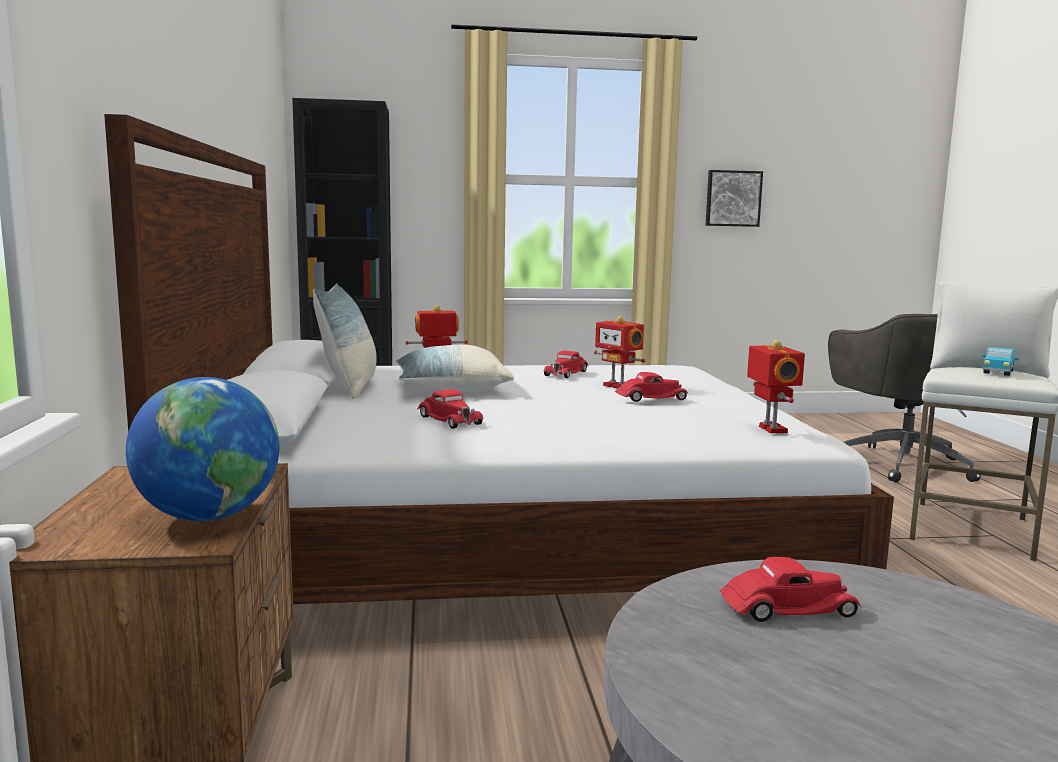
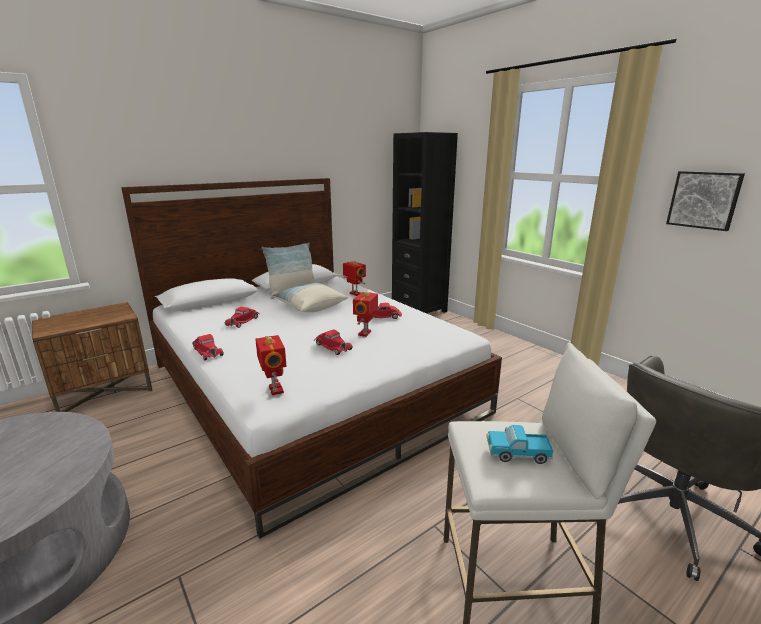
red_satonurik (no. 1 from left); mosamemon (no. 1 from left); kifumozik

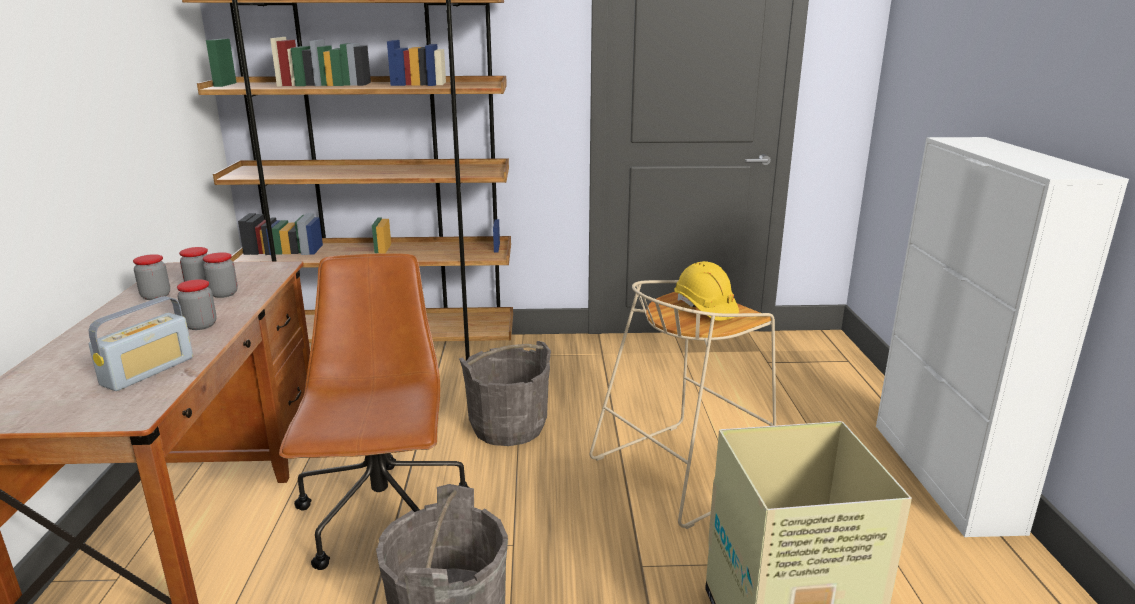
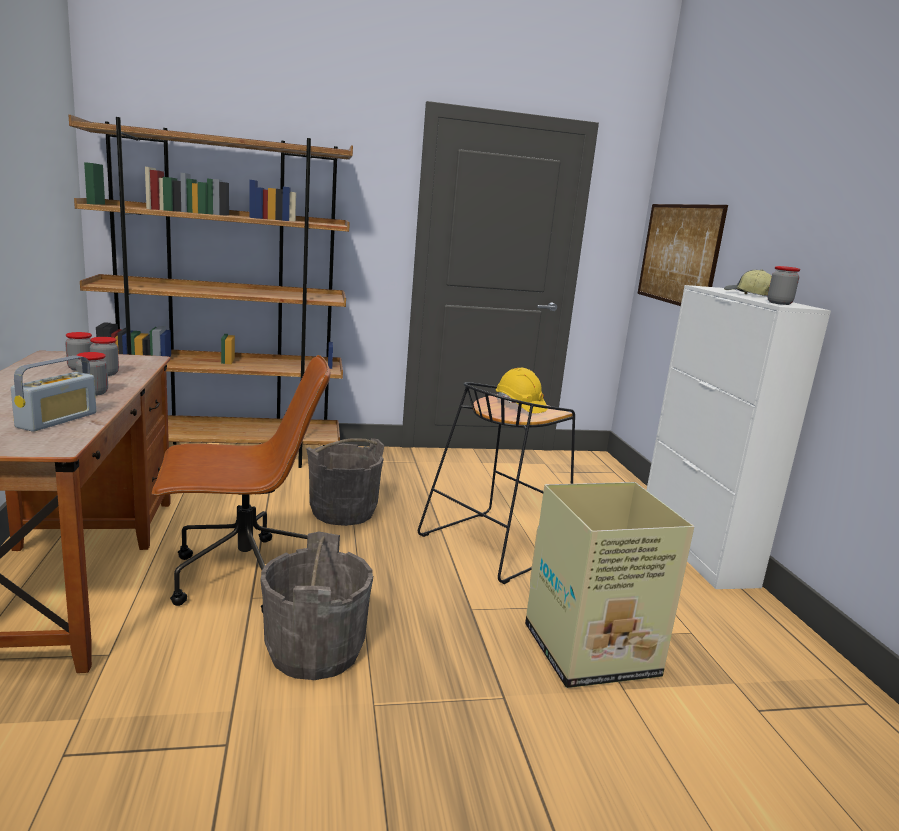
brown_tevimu; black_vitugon; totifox; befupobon; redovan (no. 4 from left)

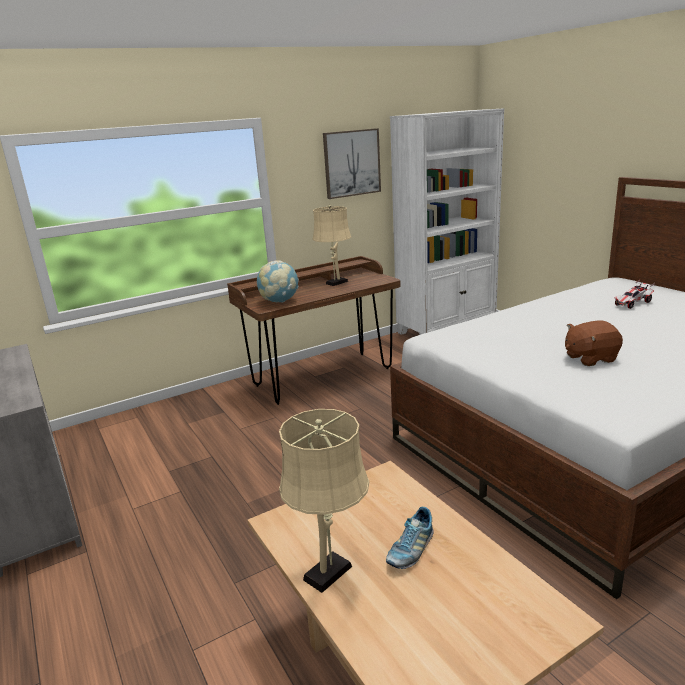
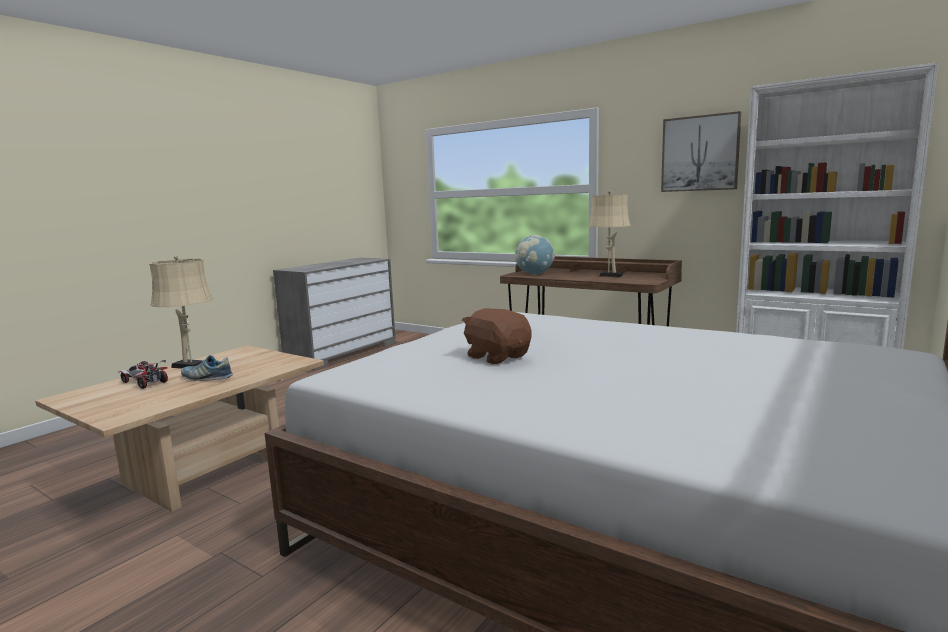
satonurik

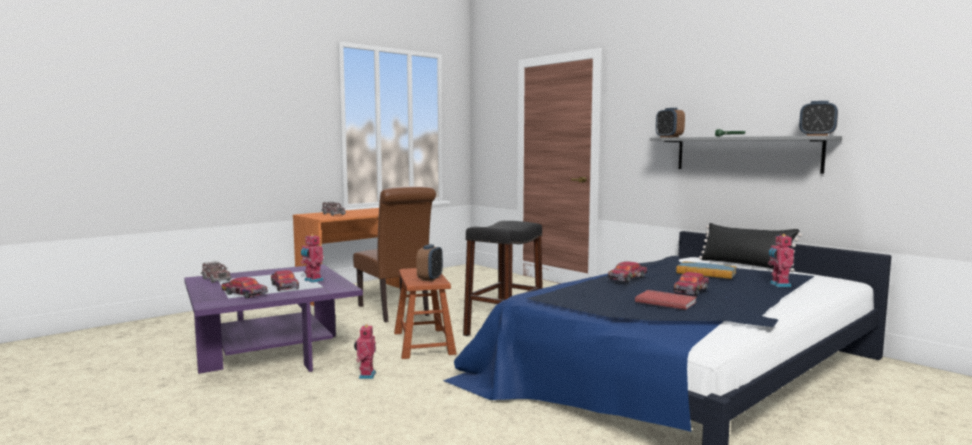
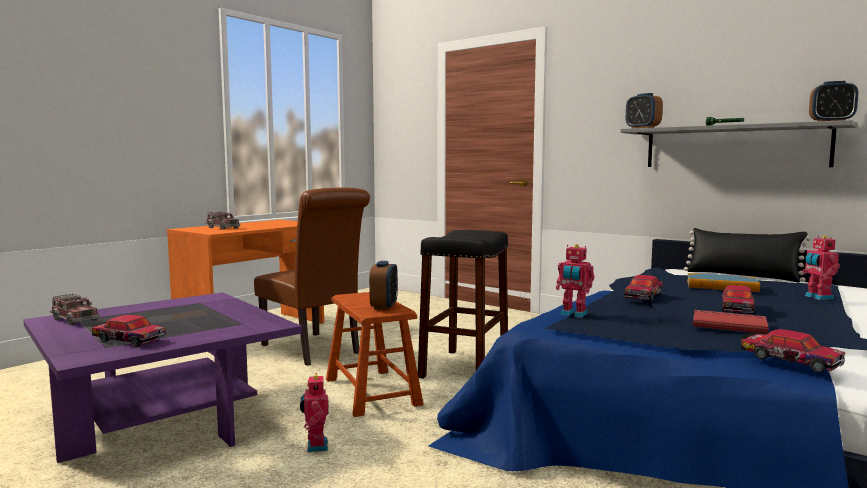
mosamemon (no. 2 from left); satonurik (no. 4 from left)

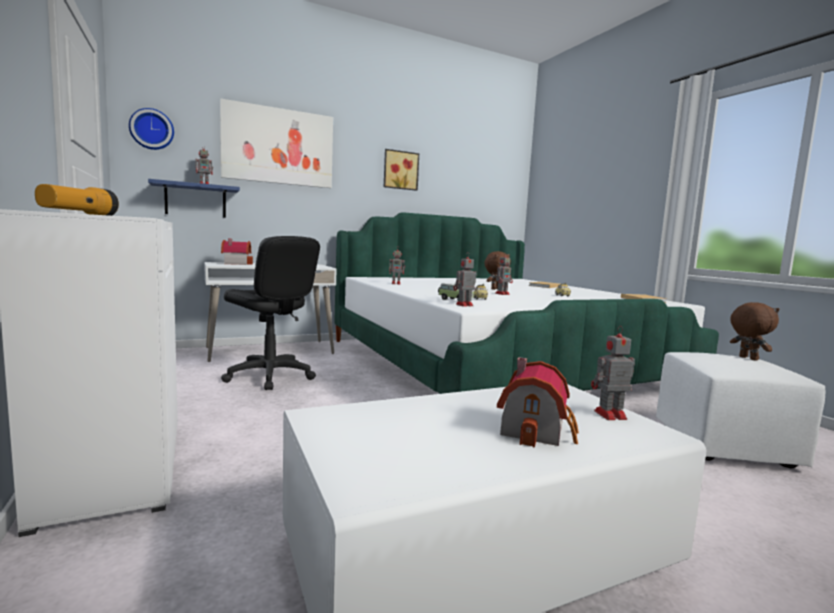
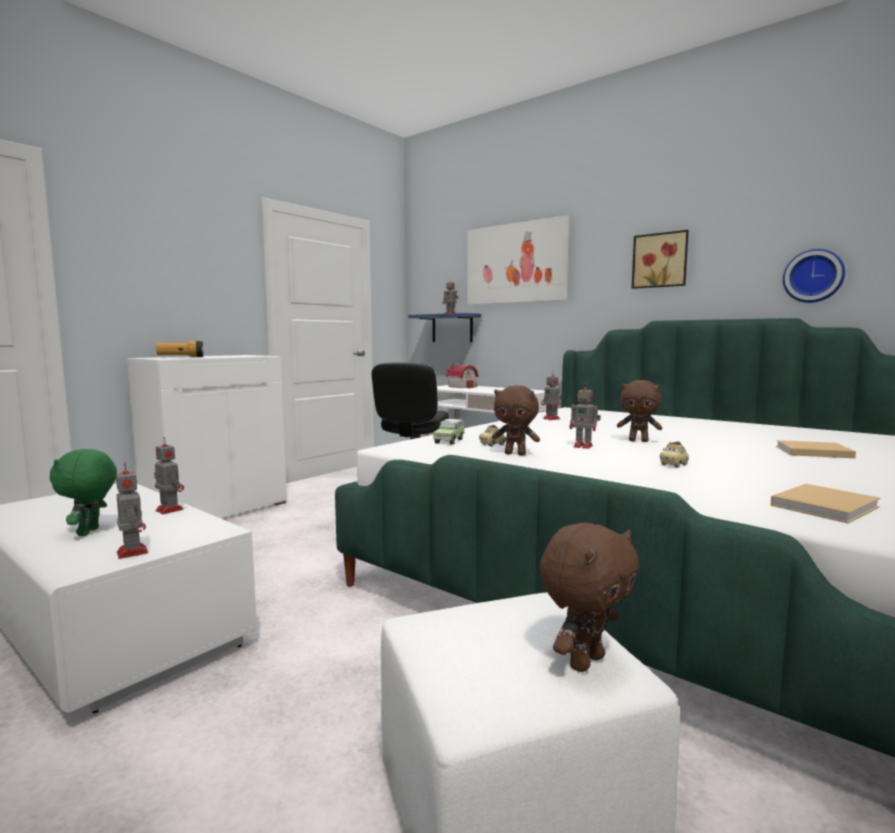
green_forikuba; mosamemon (no. 2 from left); brown_forikuba (no. 1 from left); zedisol

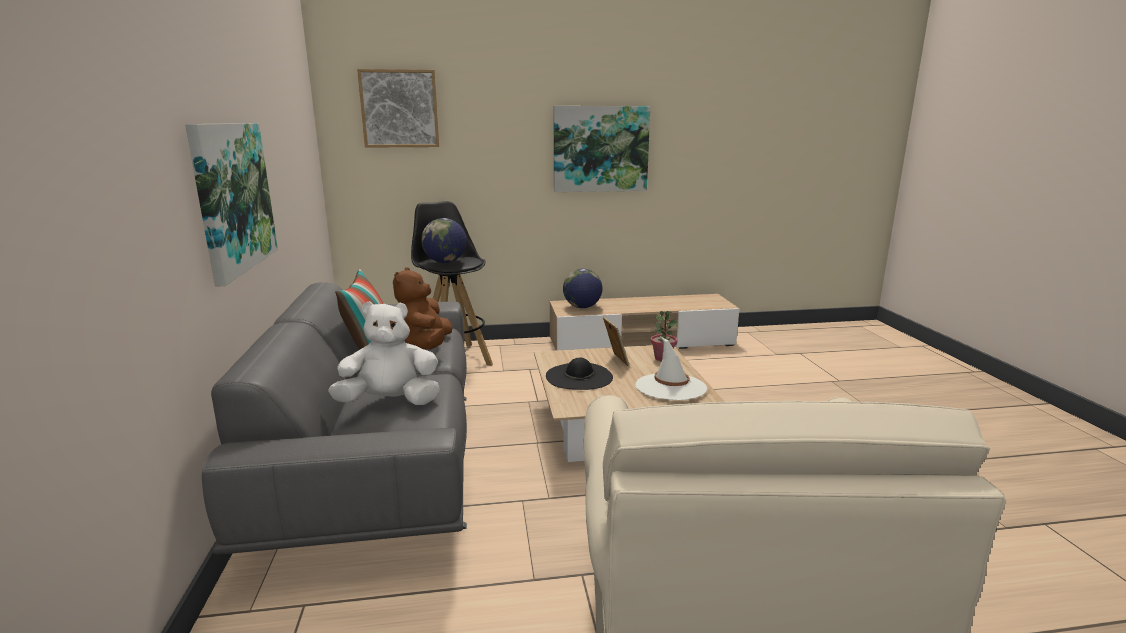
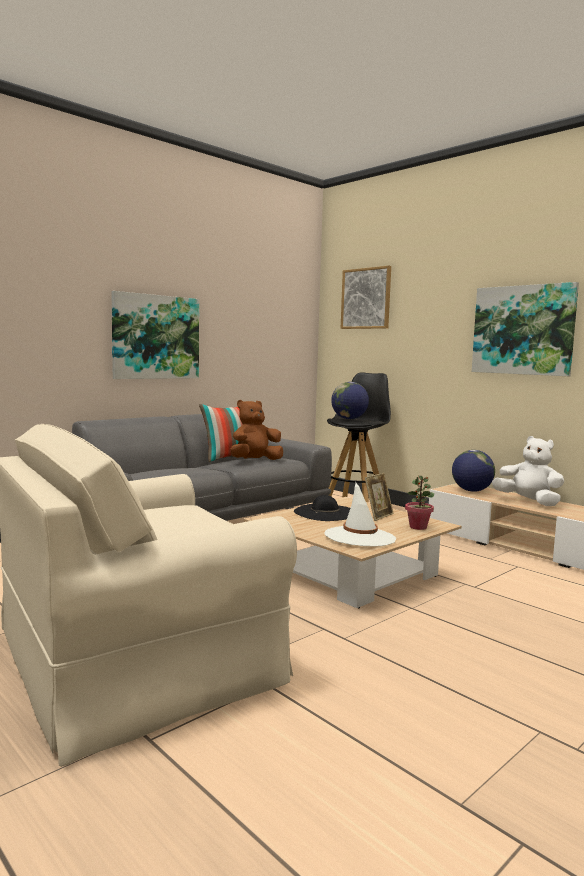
white_forikuba

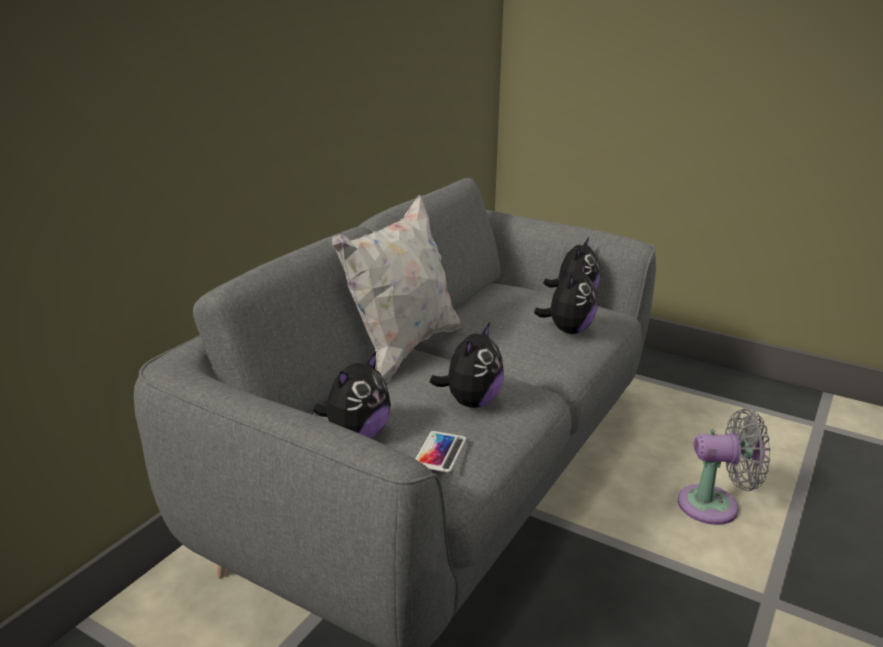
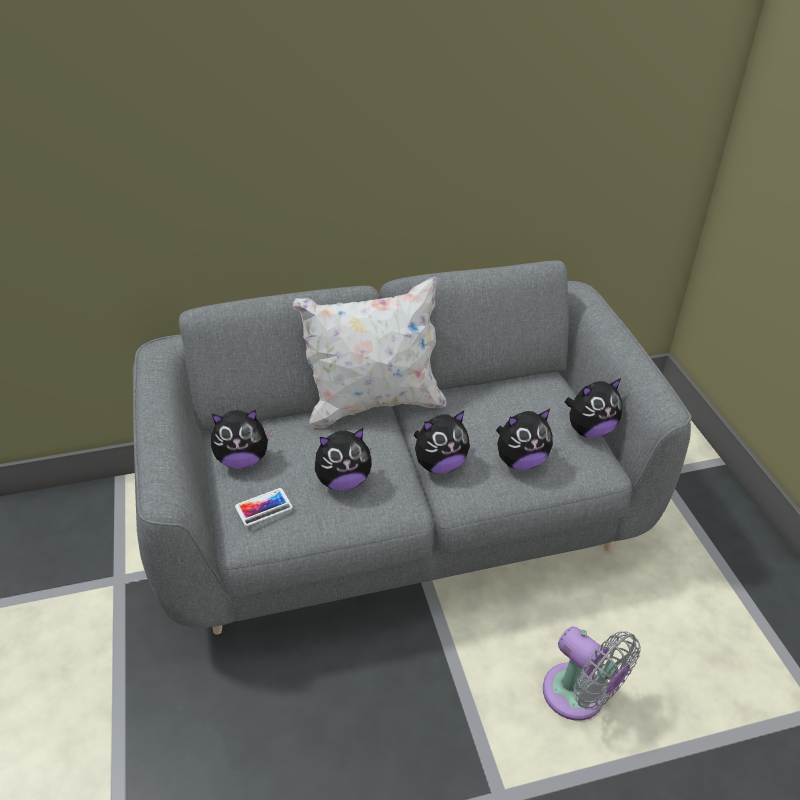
forikuba (no. 3 from left)

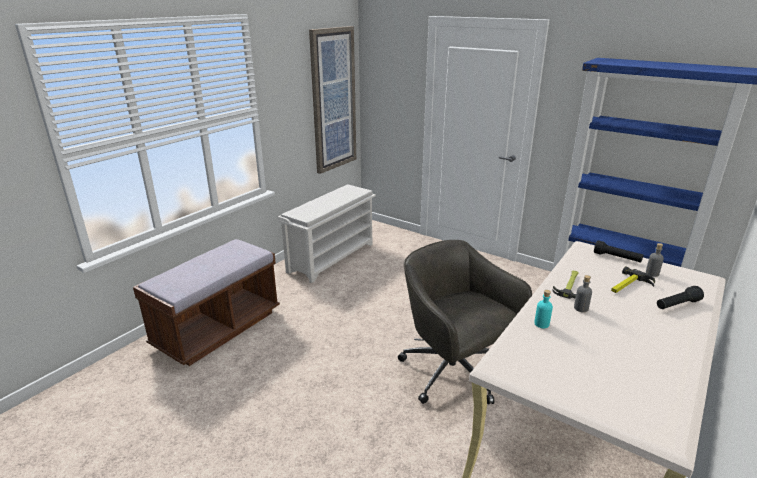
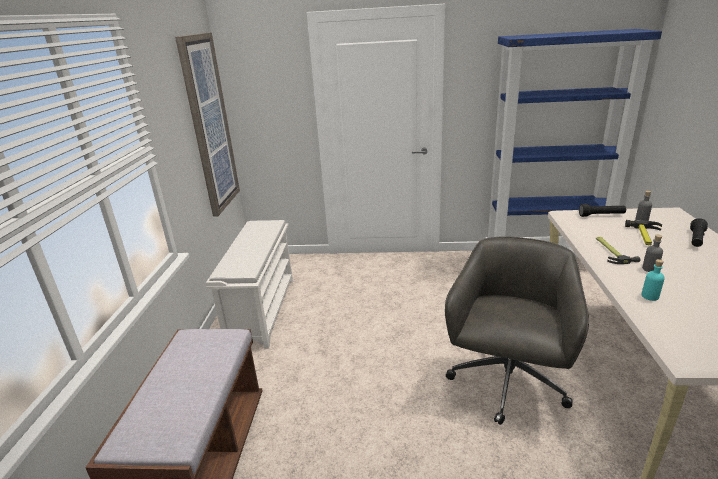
grey_tevimu

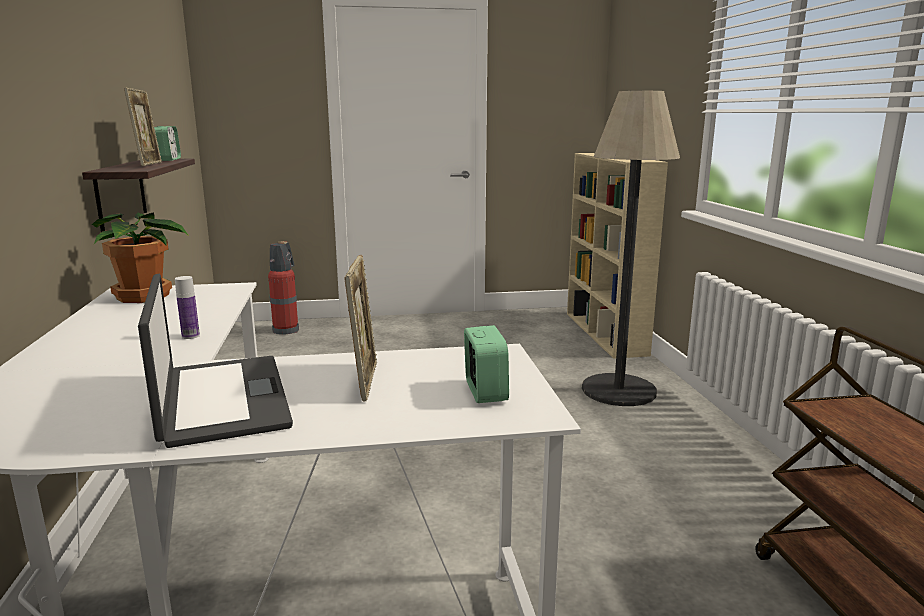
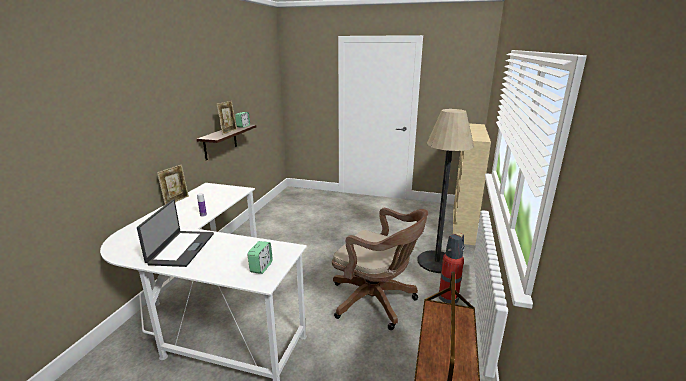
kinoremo (no. 1 from left); brown_tevimu; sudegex; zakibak

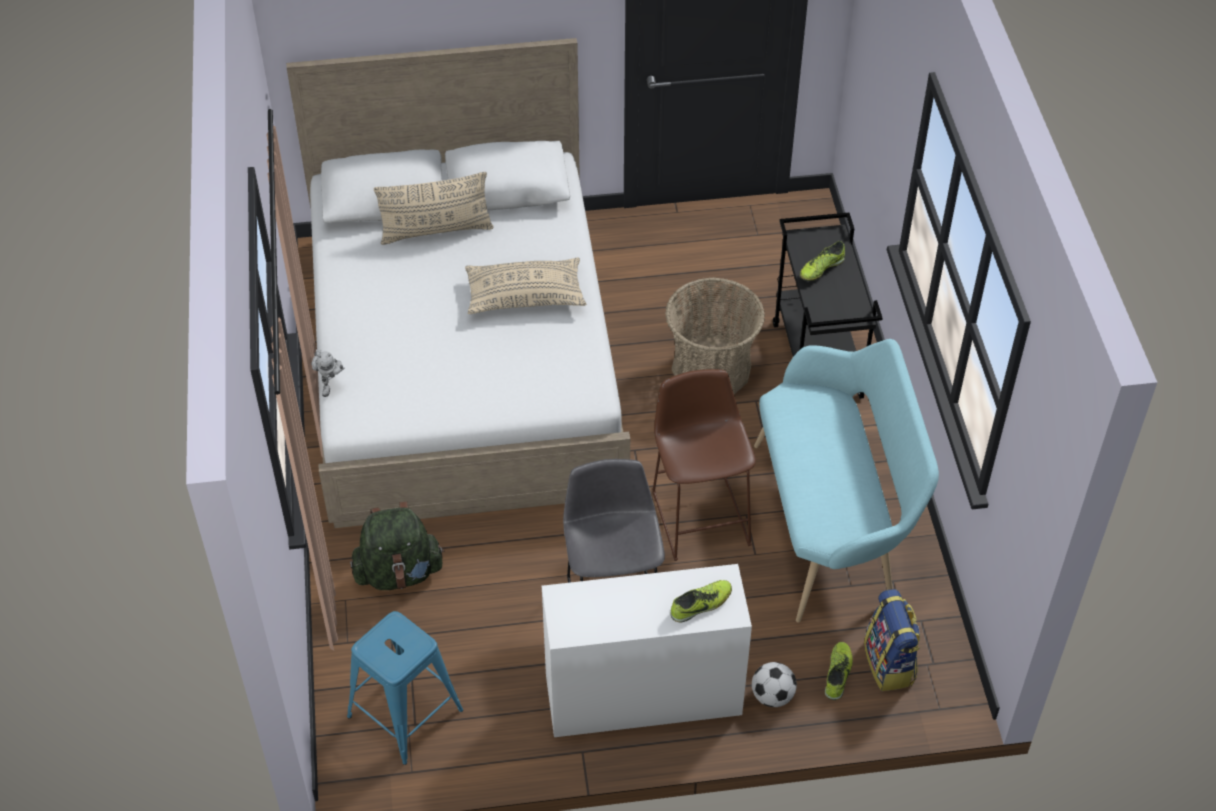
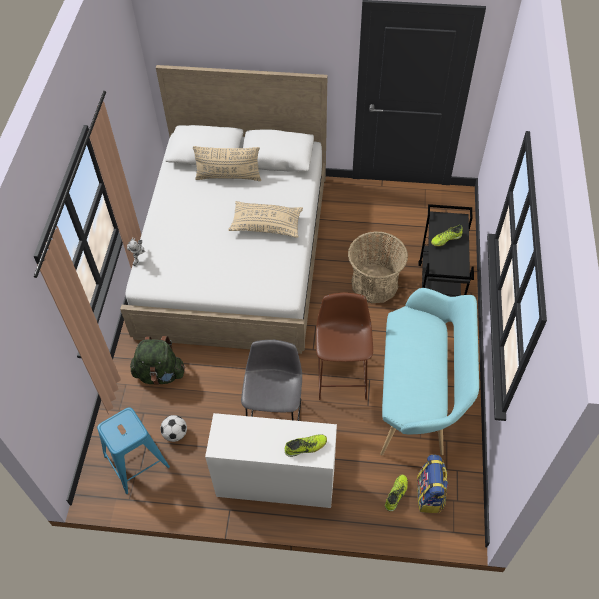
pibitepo

